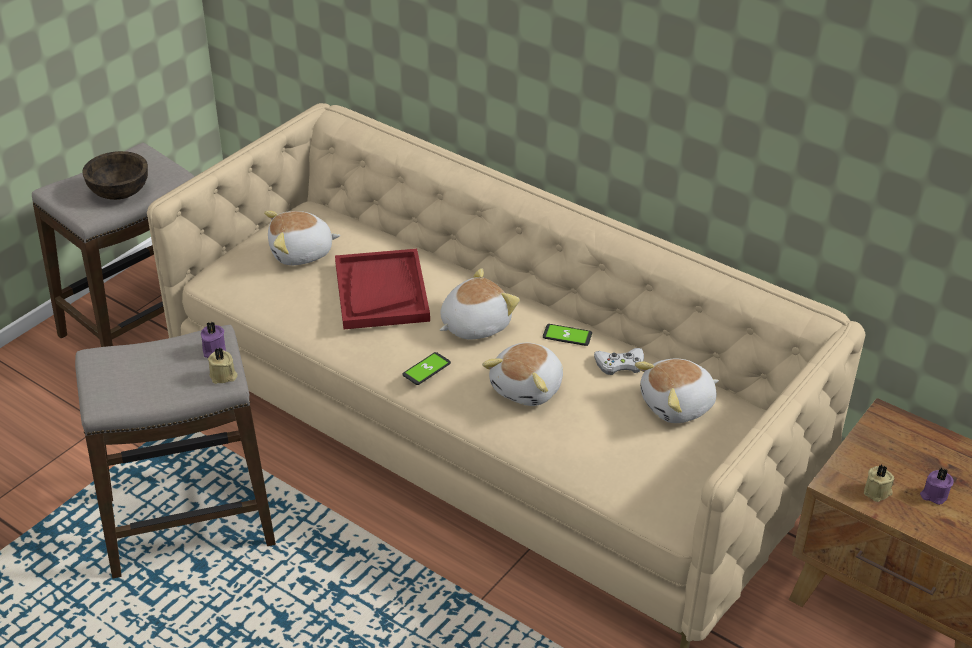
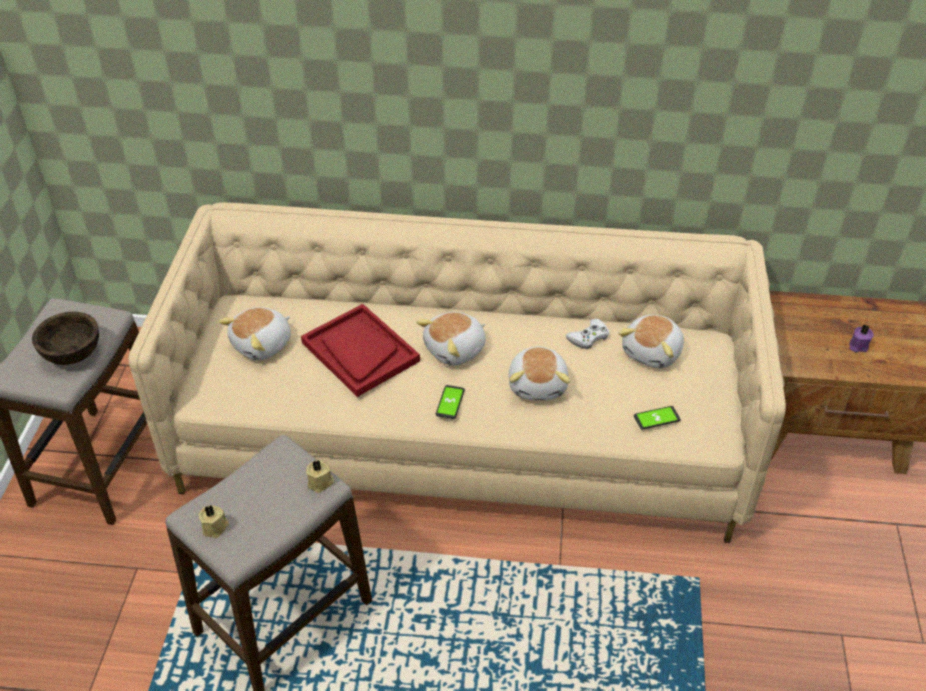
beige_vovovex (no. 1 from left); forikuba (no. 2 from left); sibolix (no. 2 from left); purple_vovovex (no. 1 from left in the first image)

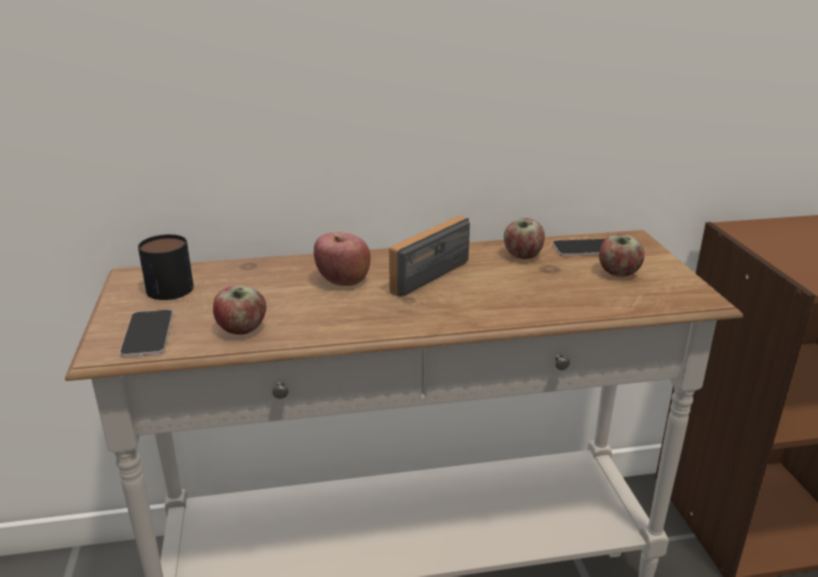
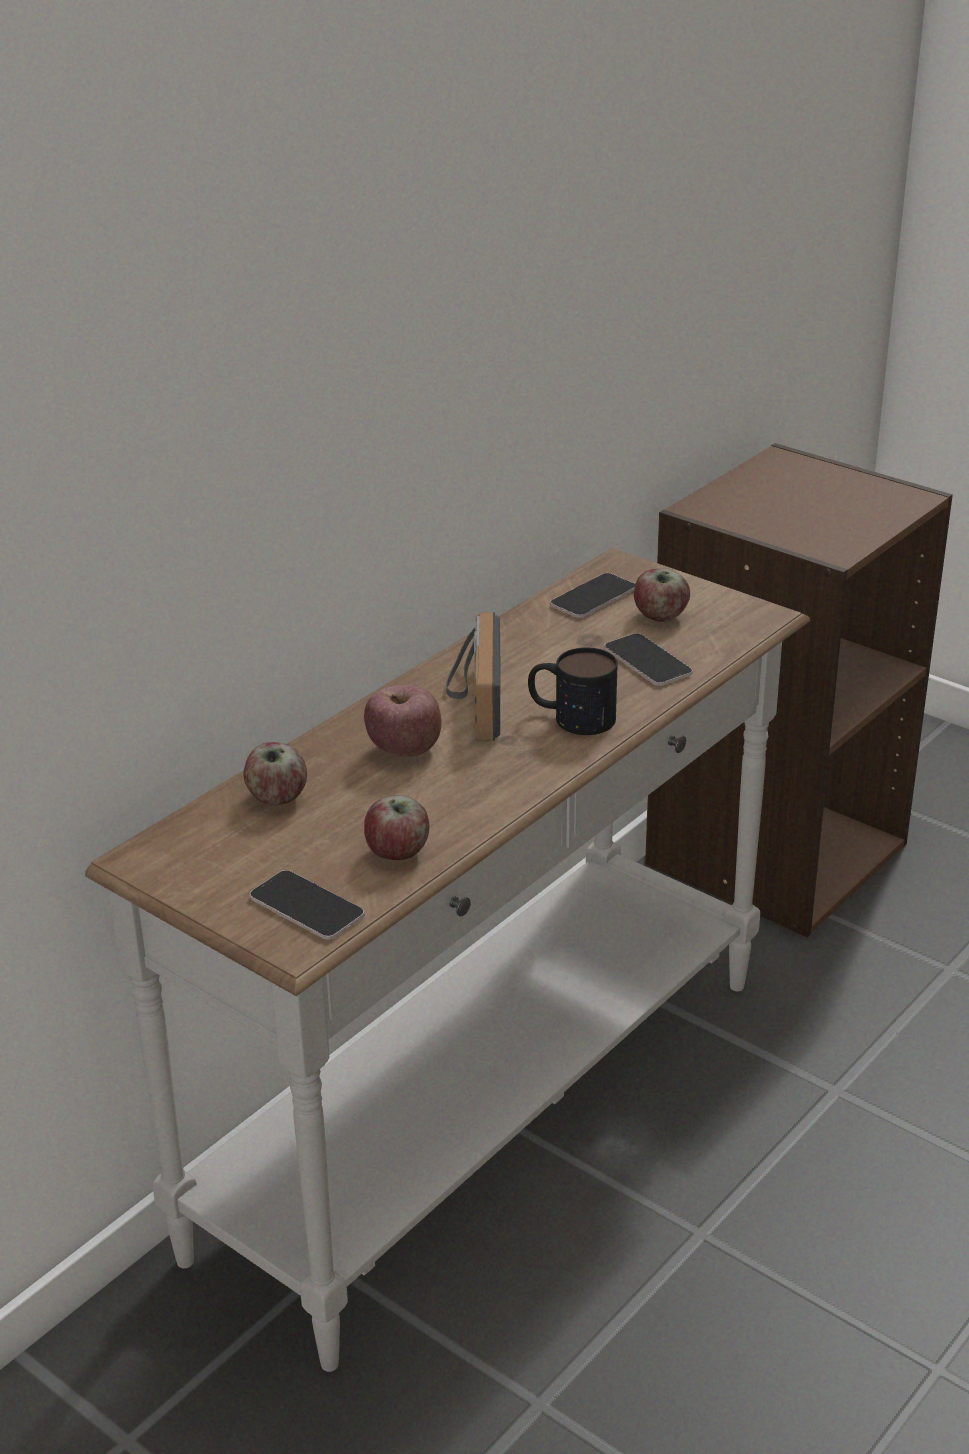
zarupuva (no. 1 from left); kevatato; sibolix (no. 3 from left)

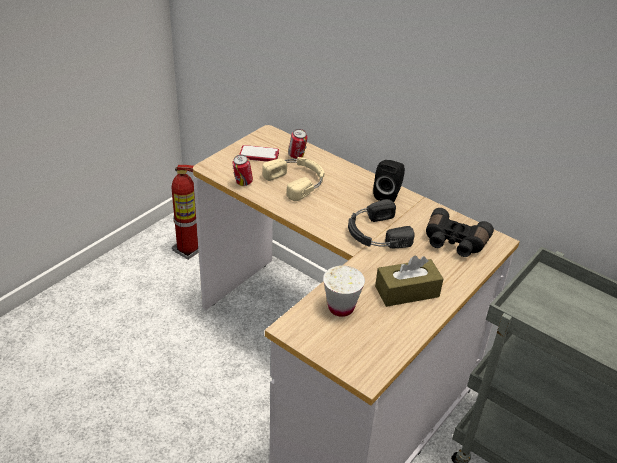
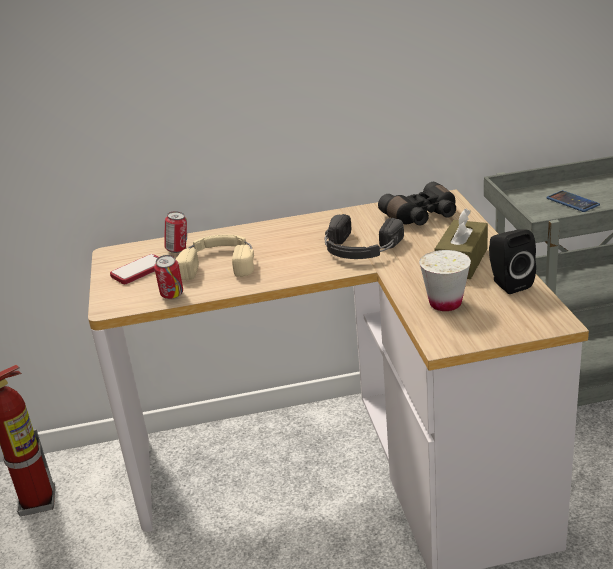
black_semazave; sibolix (no. 2 from left)

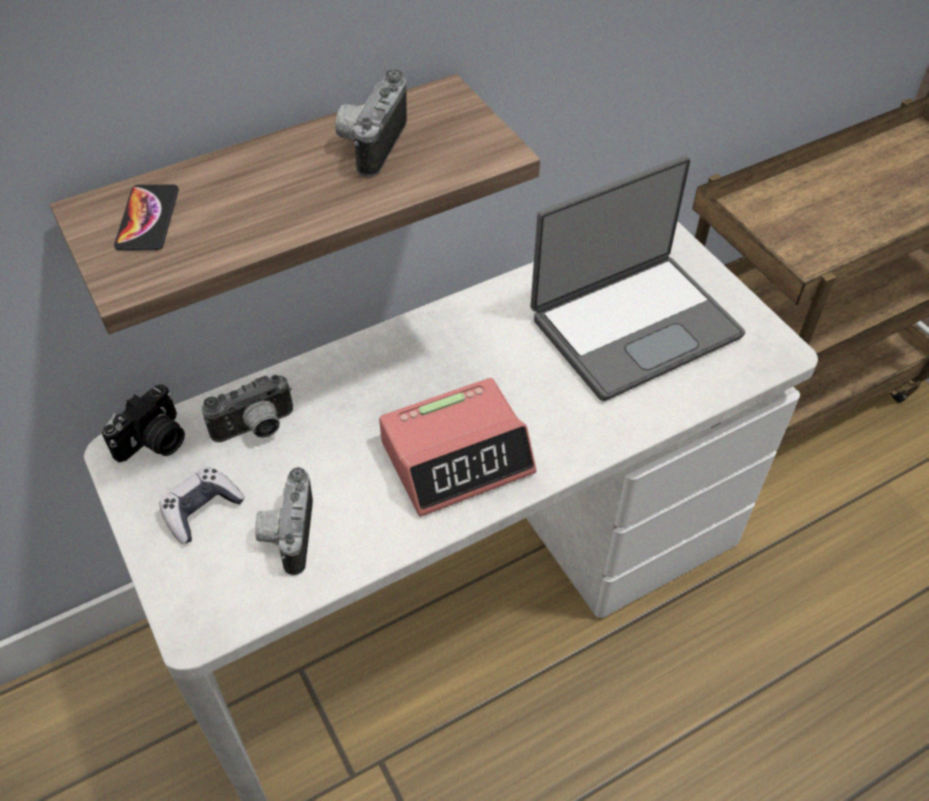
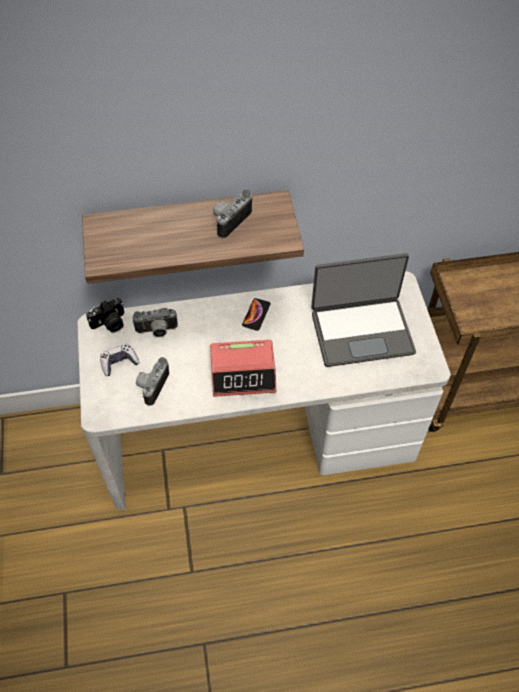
sibolix

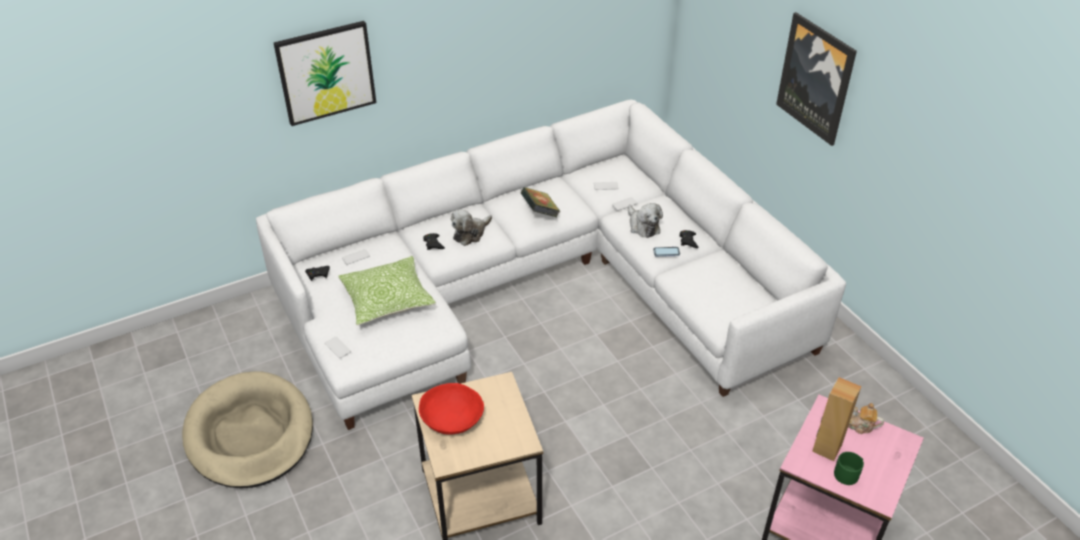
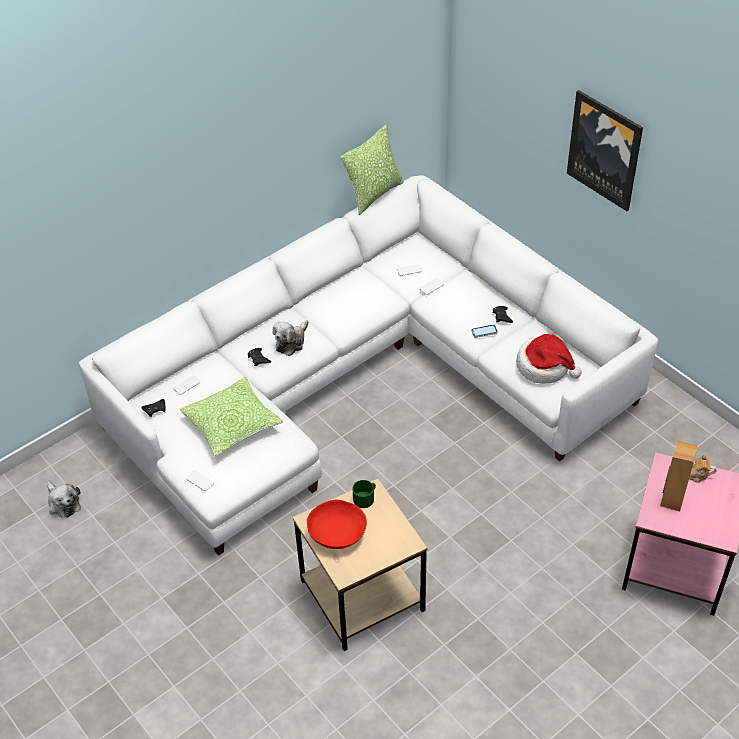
forikuba (no. 1 from left); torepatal (no. 2 from left); green_kevatato; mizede; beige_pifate; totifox (no. 1 from left in the first image); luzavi

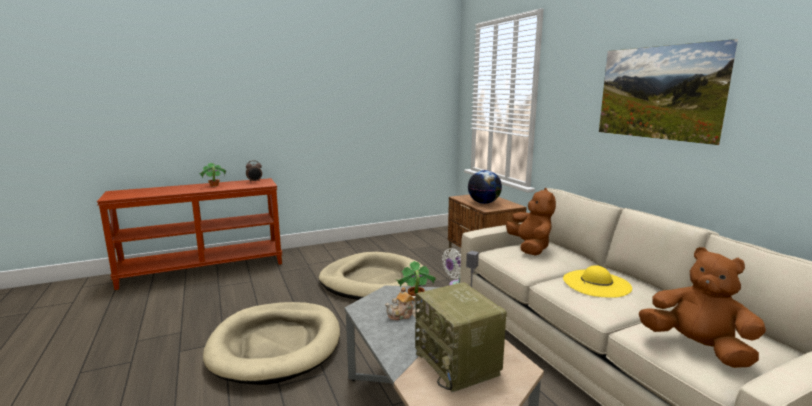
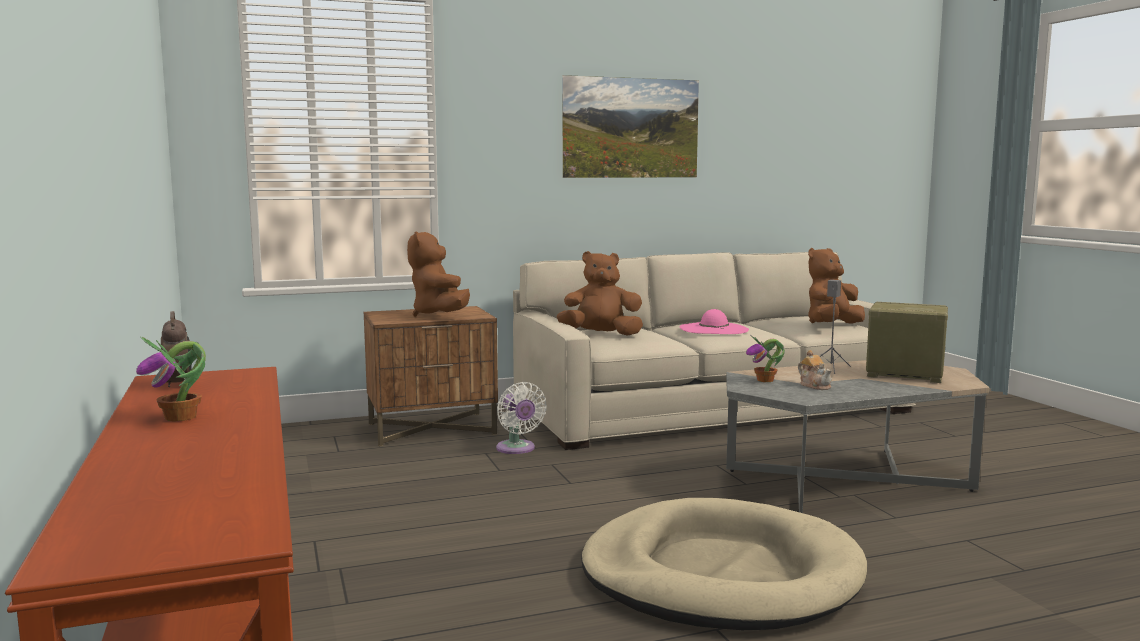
brown_forikuba (no. 1 from left); pink_mizede; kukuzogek; beige_pifate (no. 2 from left in the first image)

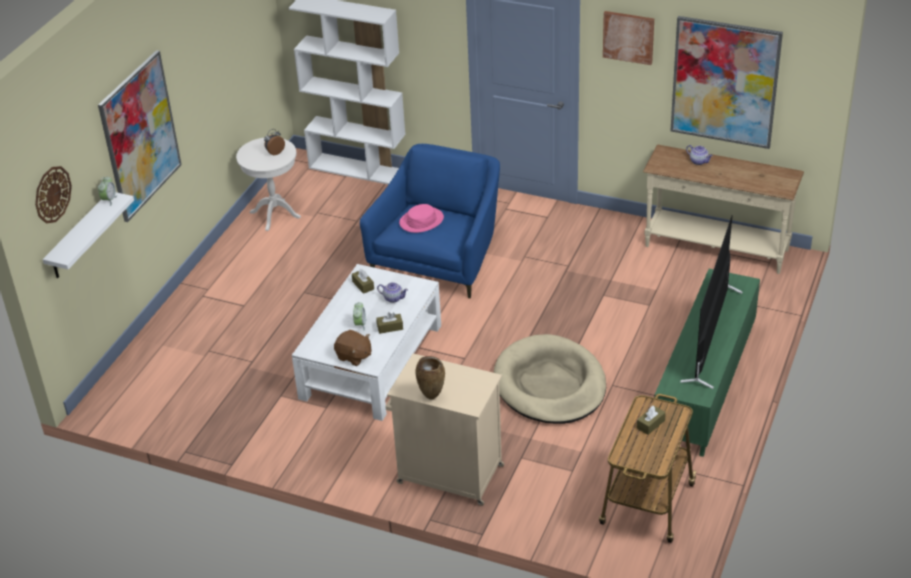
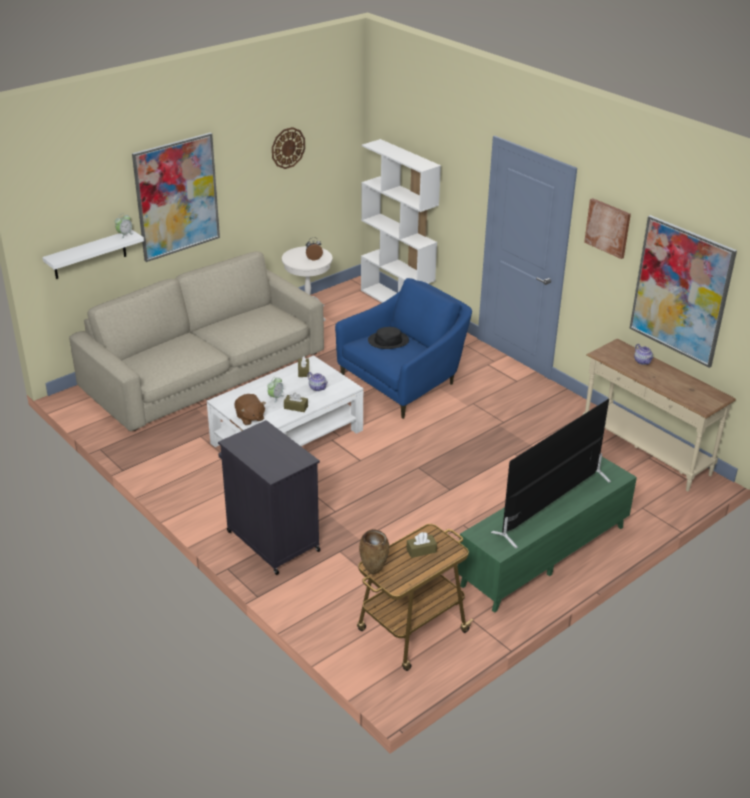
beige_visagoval; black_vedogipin; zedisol; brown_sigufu; black_mizede; beige_pifate

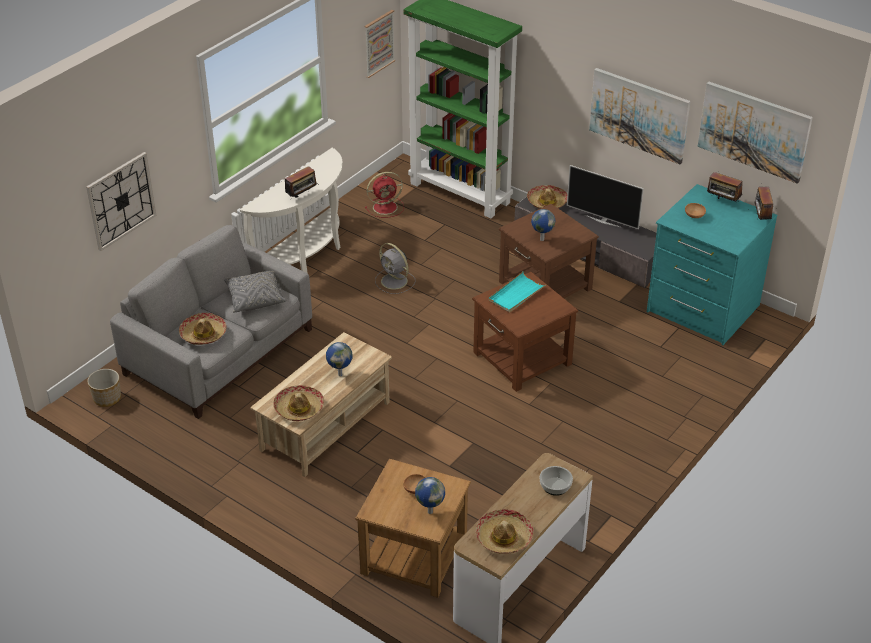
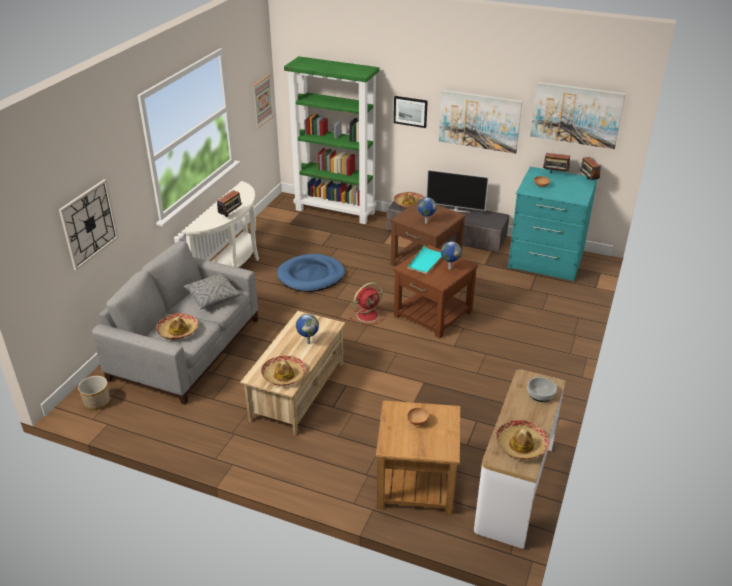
blue_pifate; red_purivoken; totifox (no. 2 from left); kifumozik (no. 3 from left)

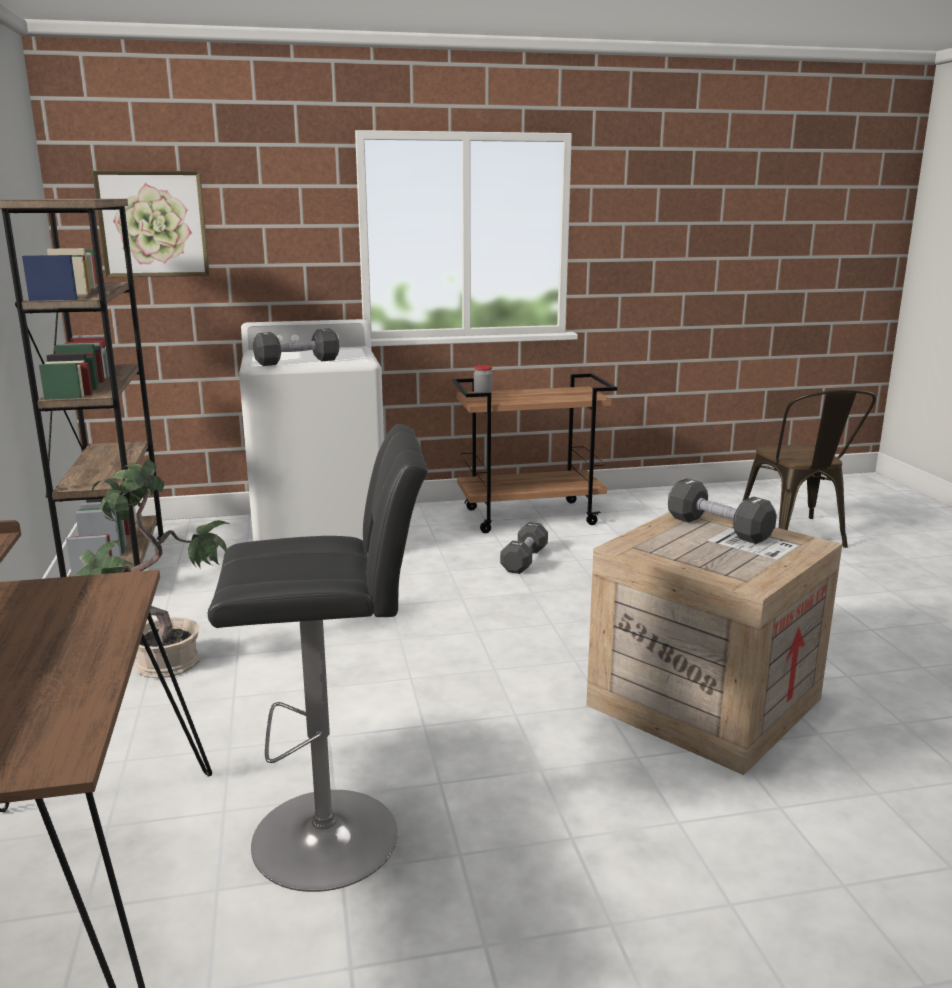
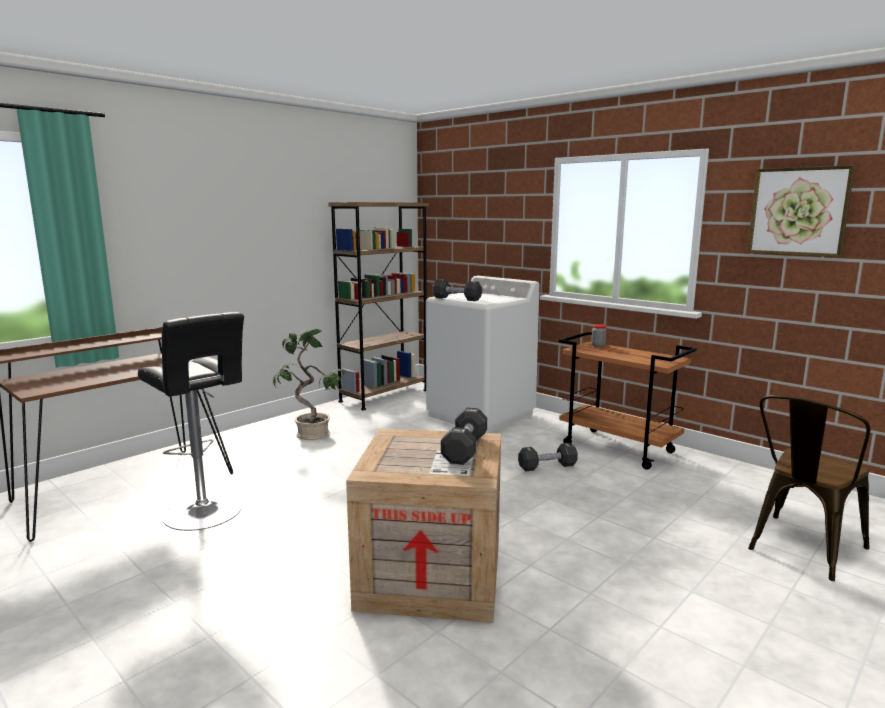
totifox

